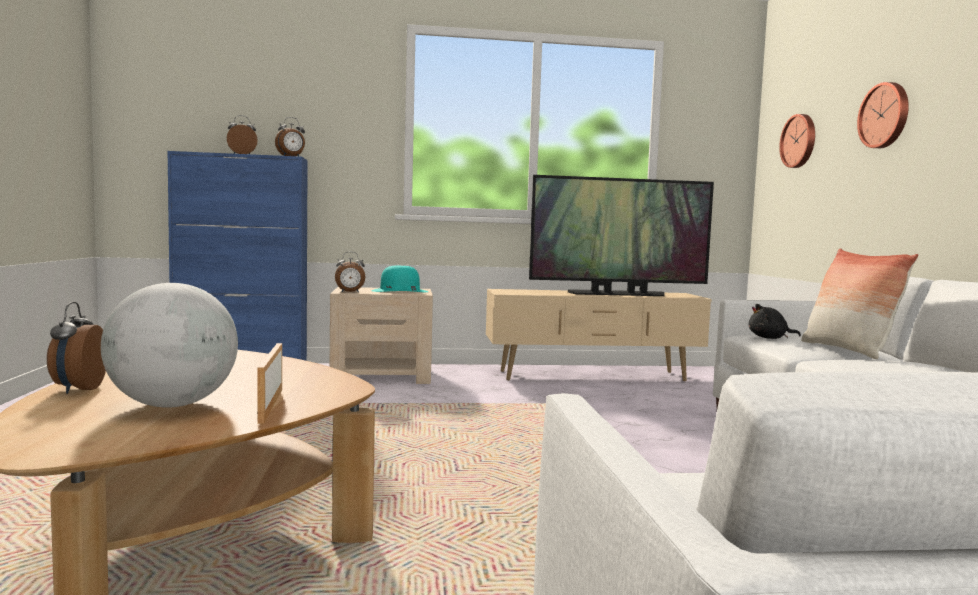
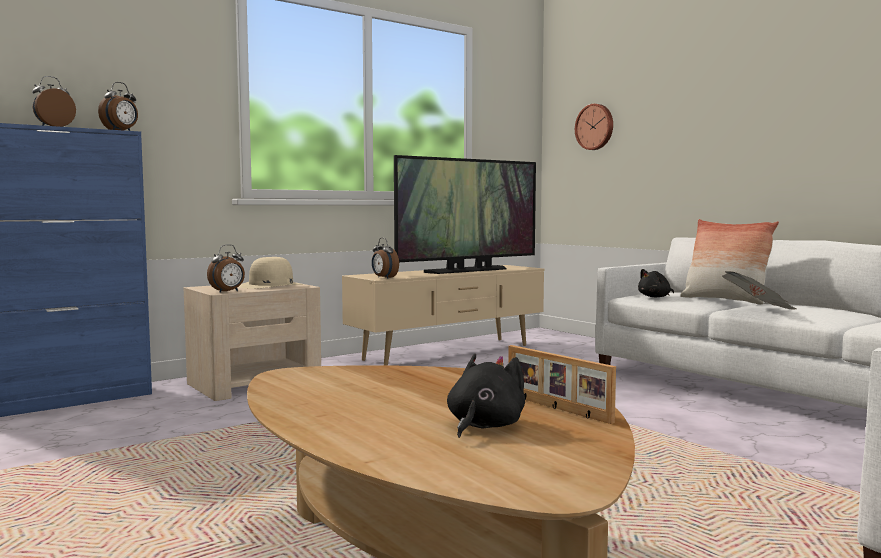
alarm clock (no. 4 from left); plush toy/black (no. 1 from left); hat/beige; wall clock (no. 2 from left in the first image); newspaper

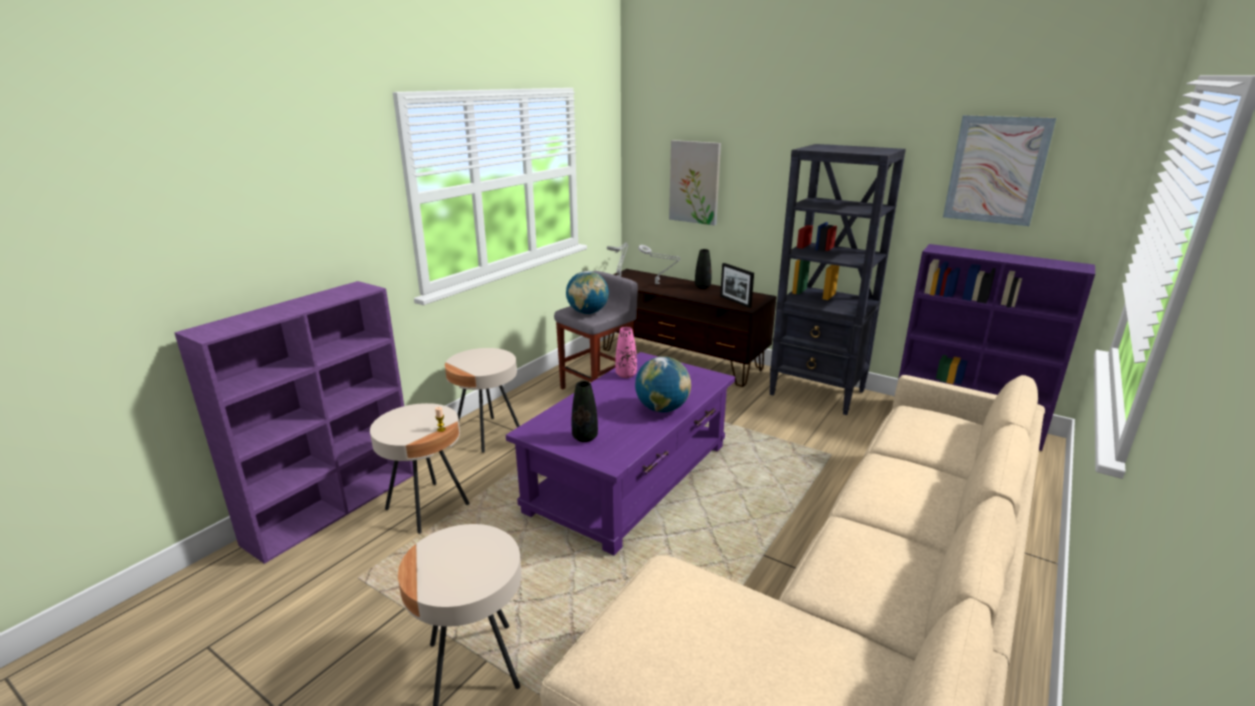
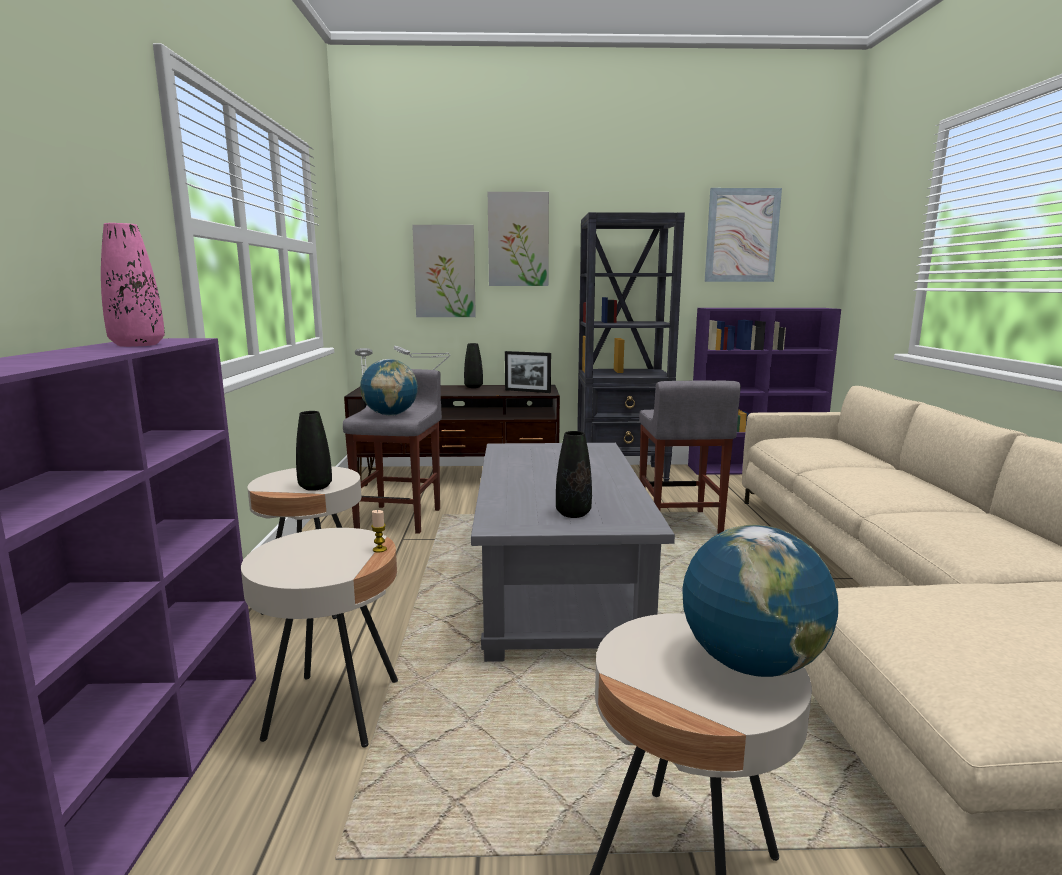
coffee table/grey; vase/pink; globe (no. 2 from left); vase/black (no. 1 from left); picture (no. 2 from left); stool/grey (no. 2 from left)

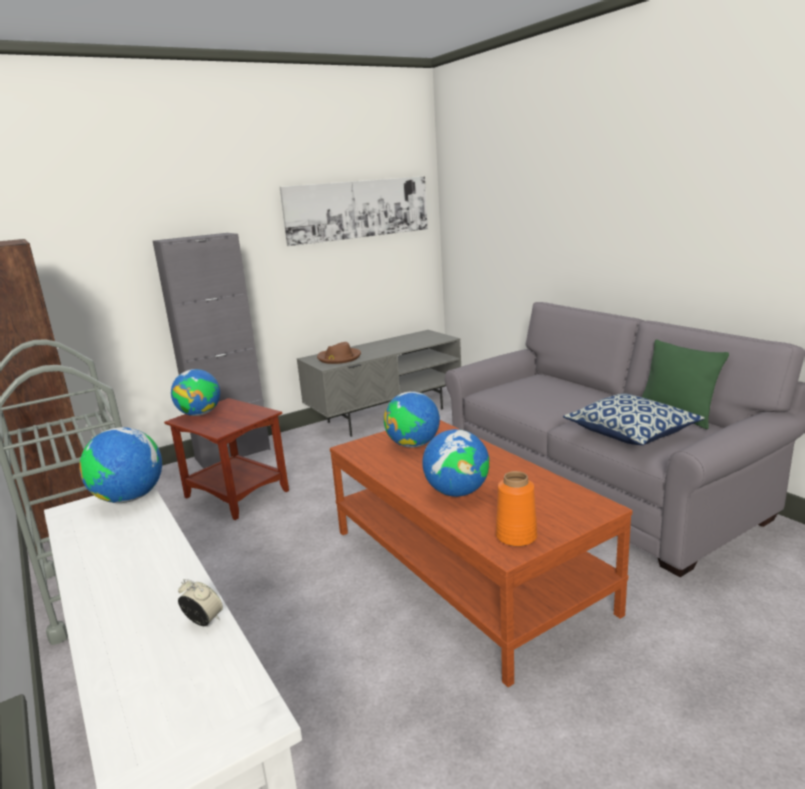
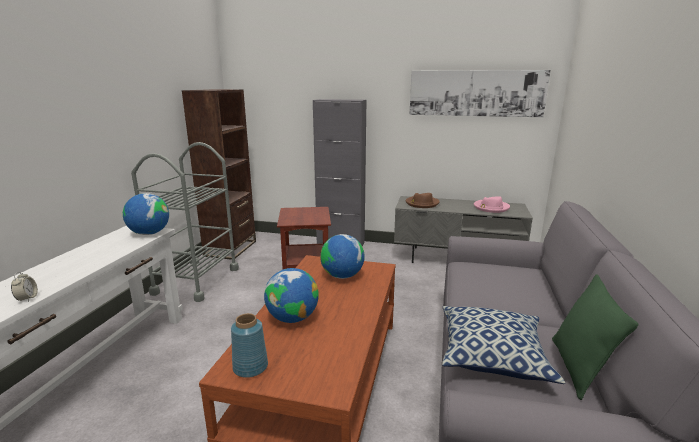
globe (no. 2 from left in the first image); vase/blue; hat/pink

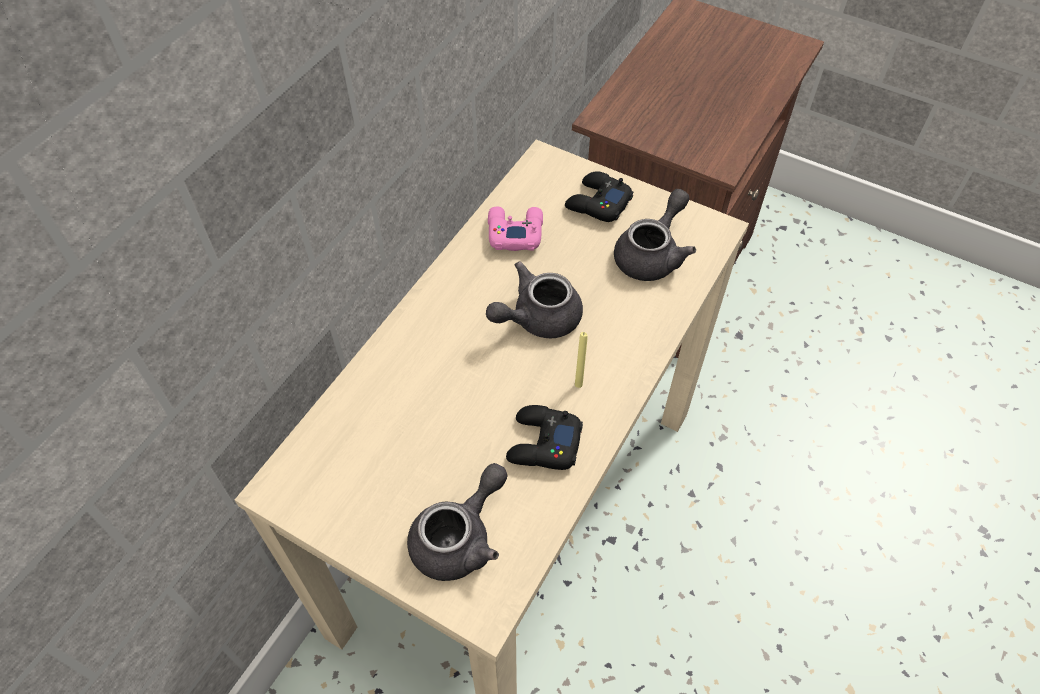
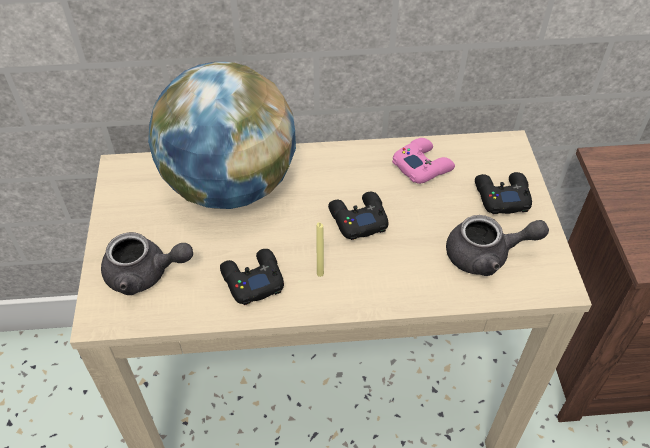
game controller/black (no. 2 from left); globe

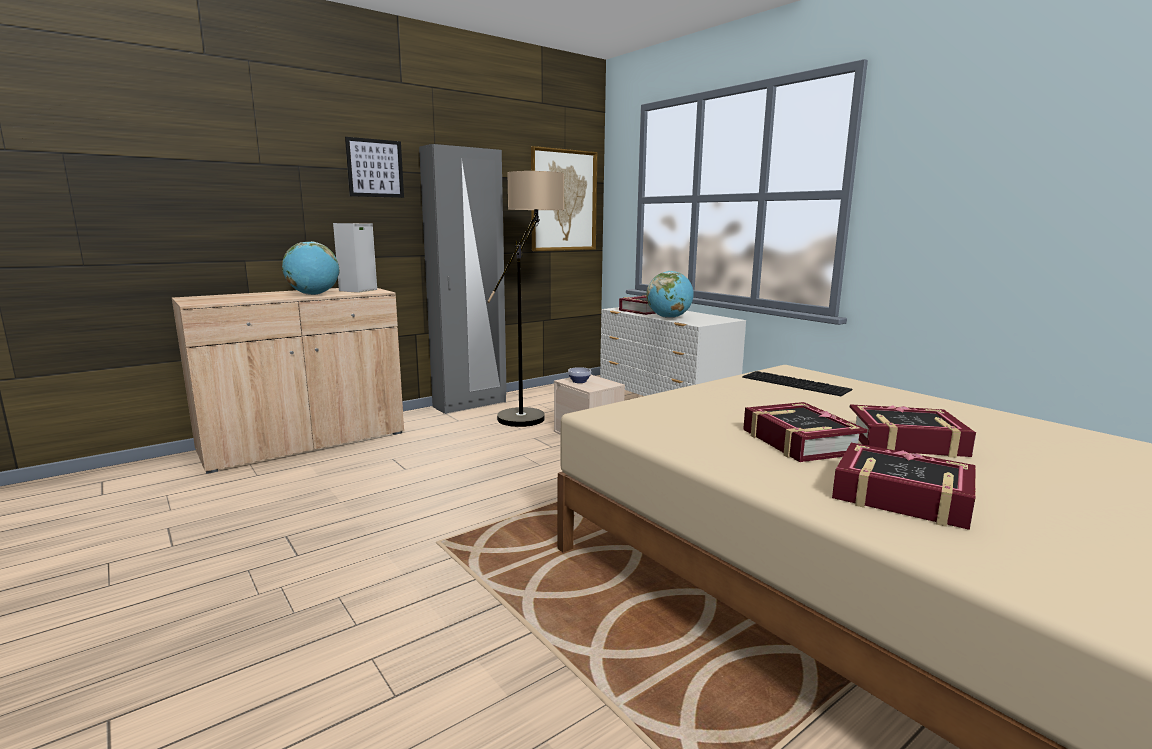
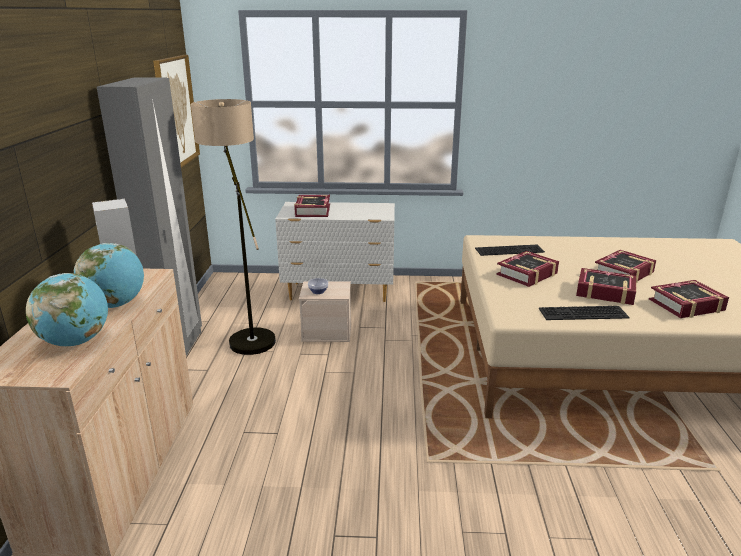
picture (no. 1 from left in the first image); globe (no. 1 from left); book (no. 2 from left); keyboard (no. 2 from left)

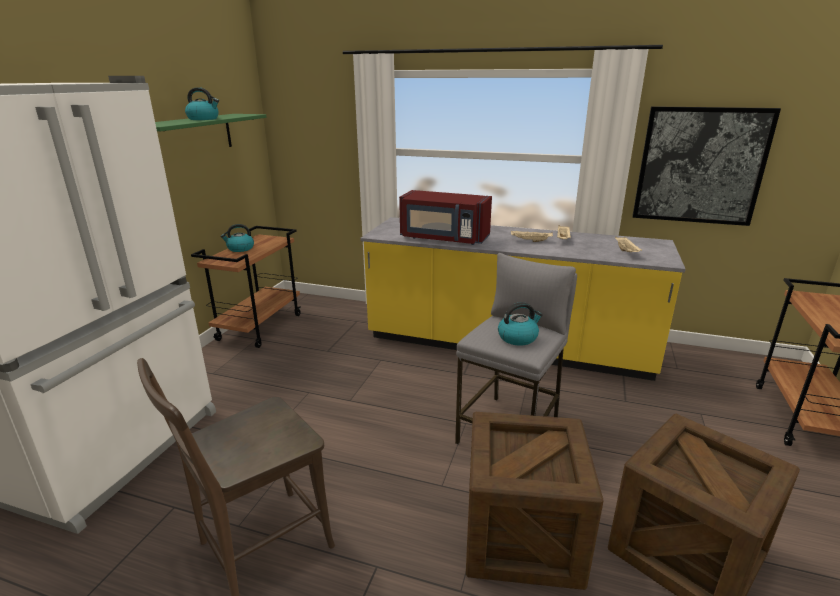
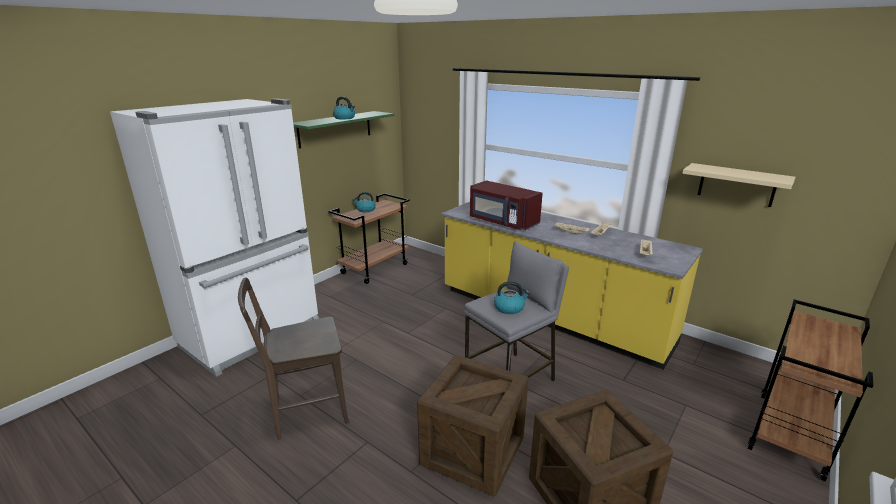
shelf/beige

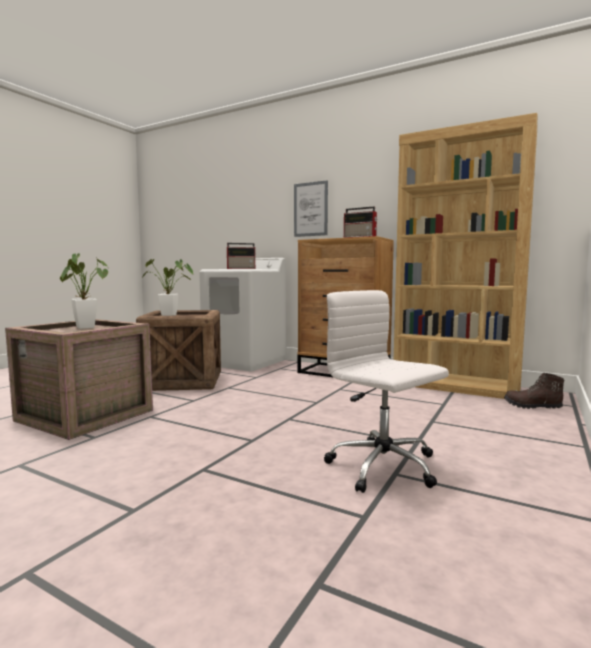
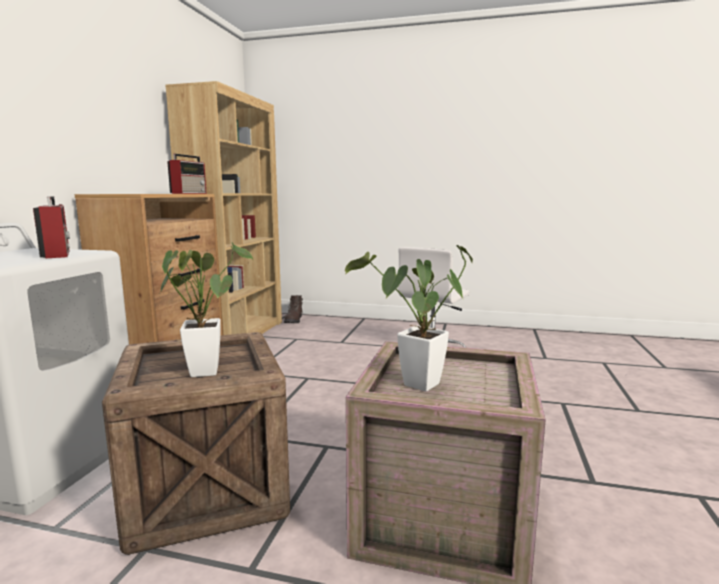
picture

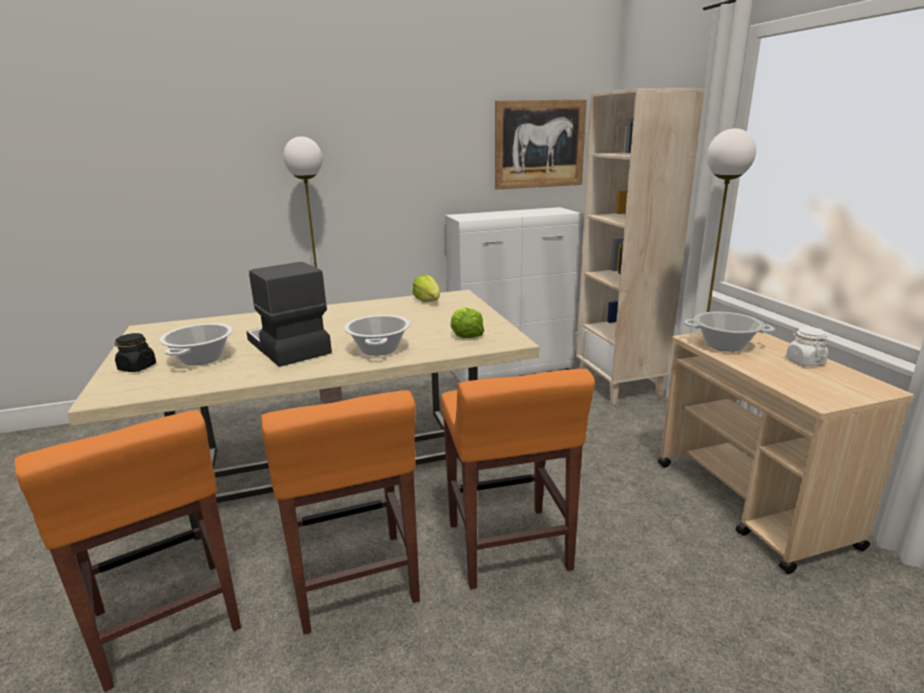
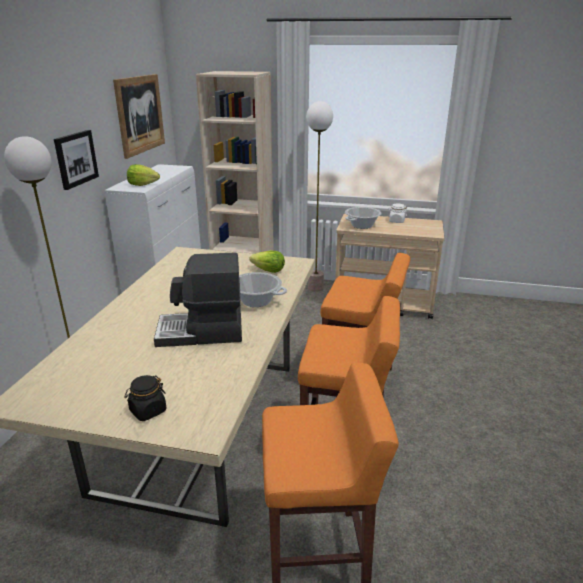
cooking pot (no. 1 from left in the first image); lettuce (no. 1 from left); picture (no. 1 from left)

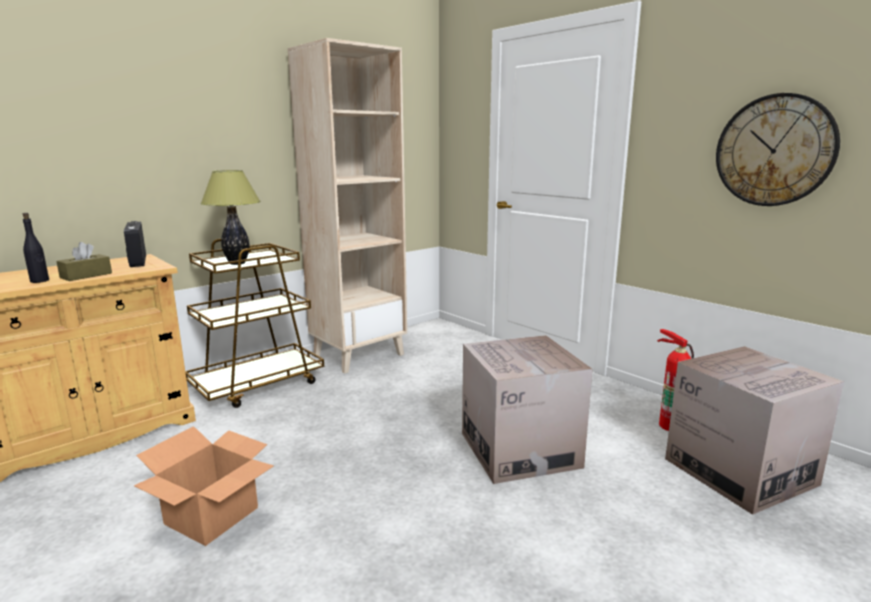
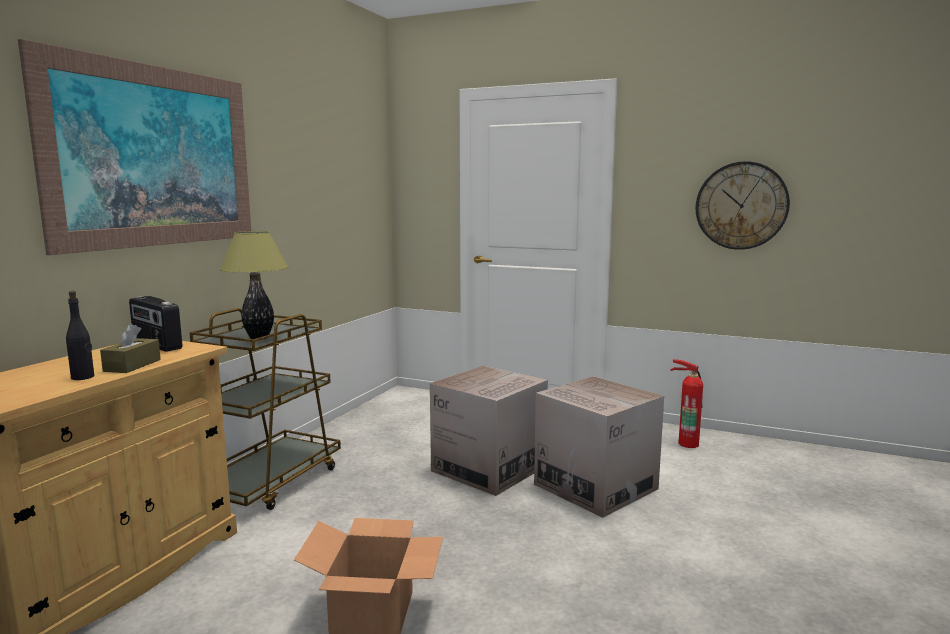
bookcase/beige; cardboard box (no. 2 from left); picture

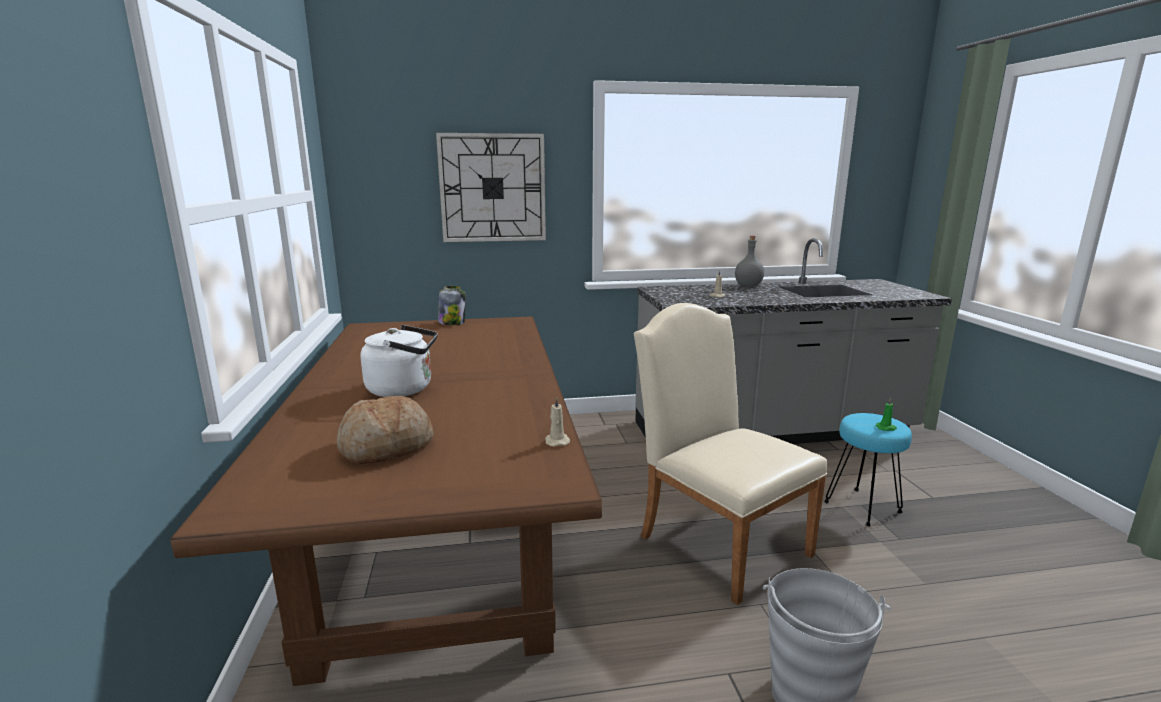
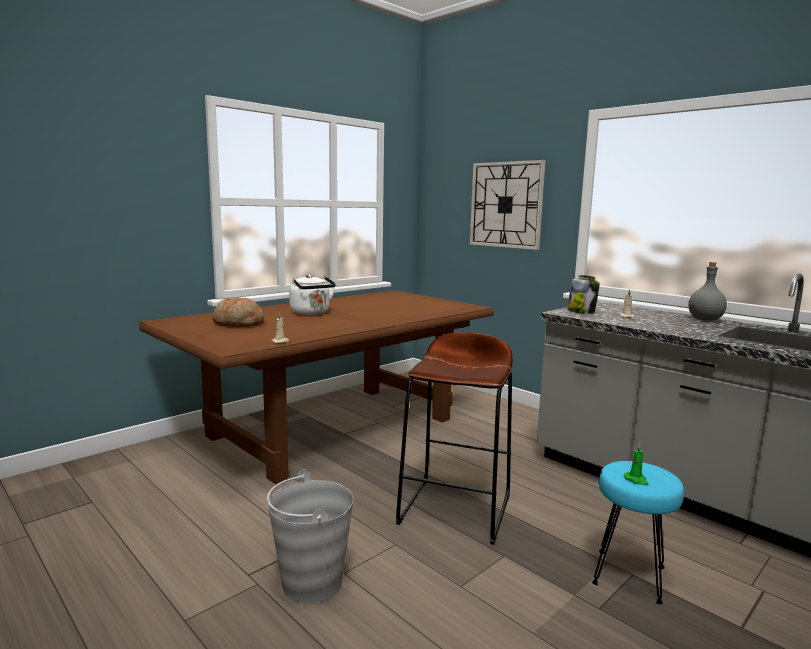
jar; stool/brown

